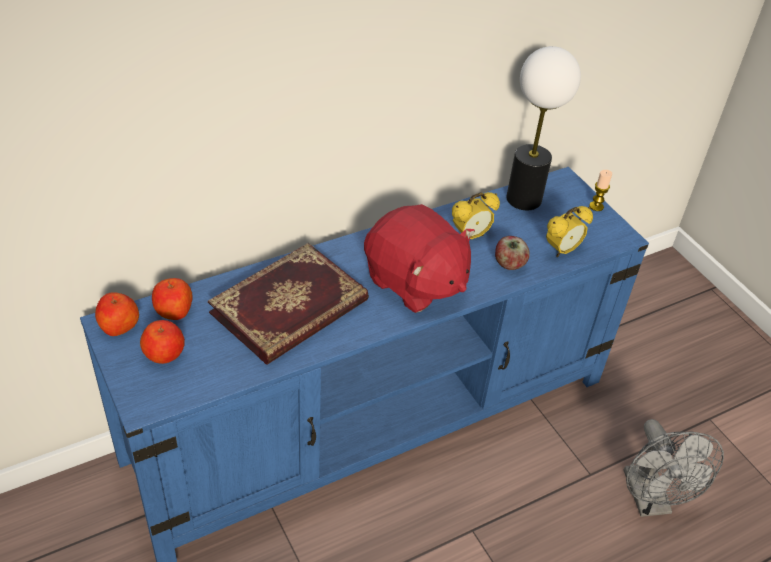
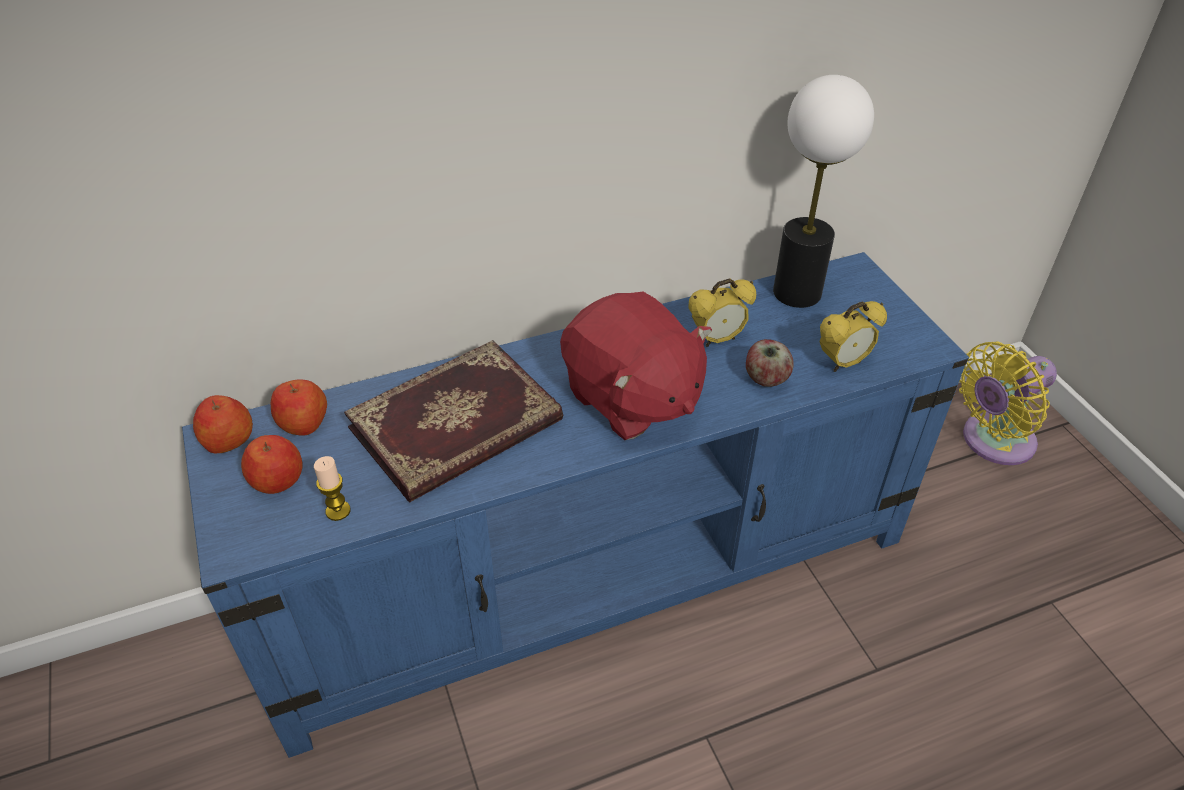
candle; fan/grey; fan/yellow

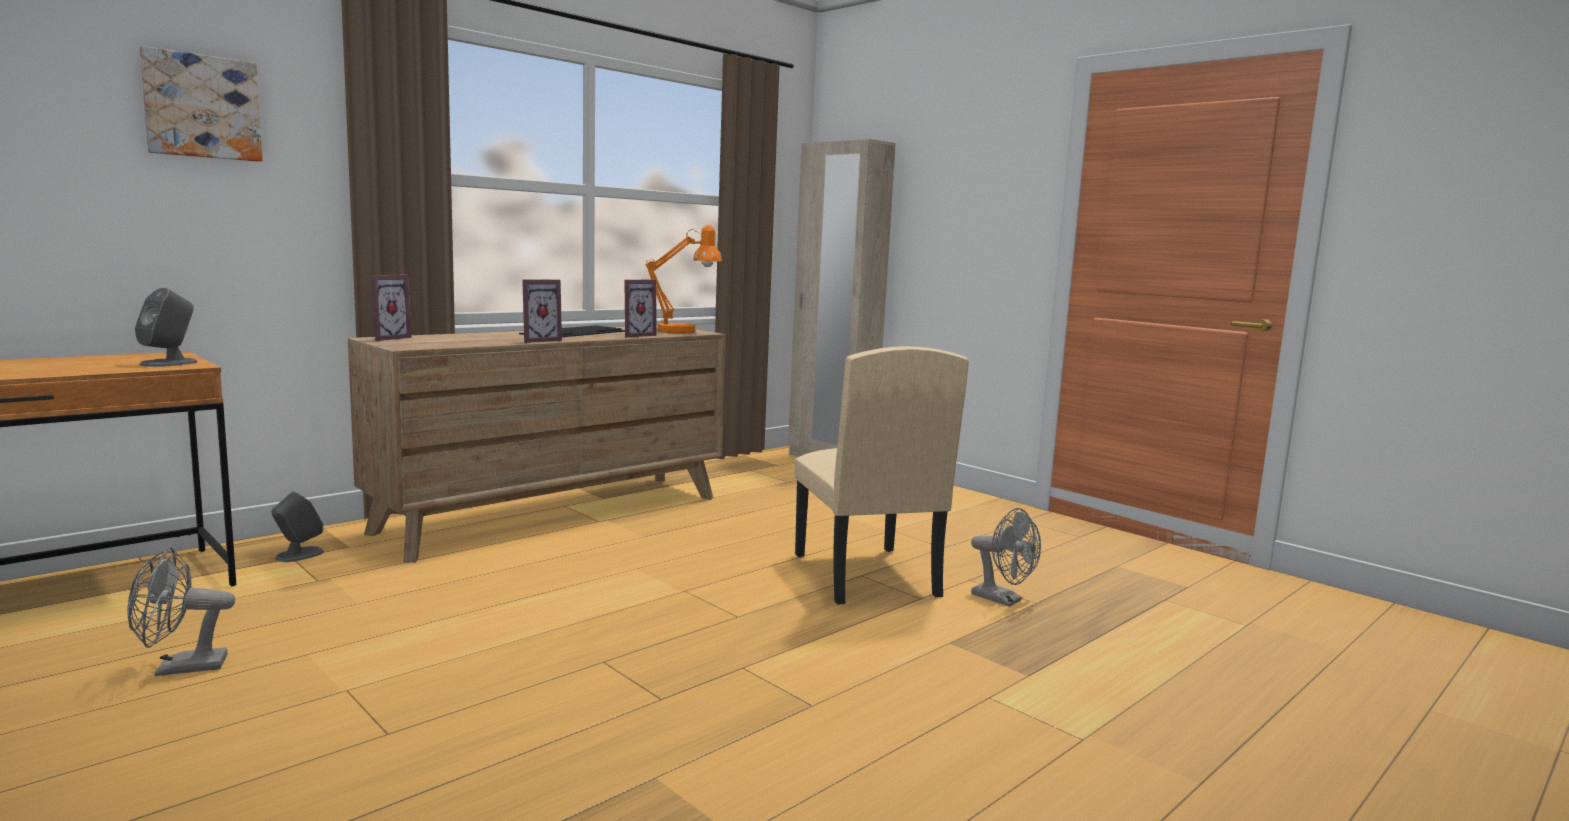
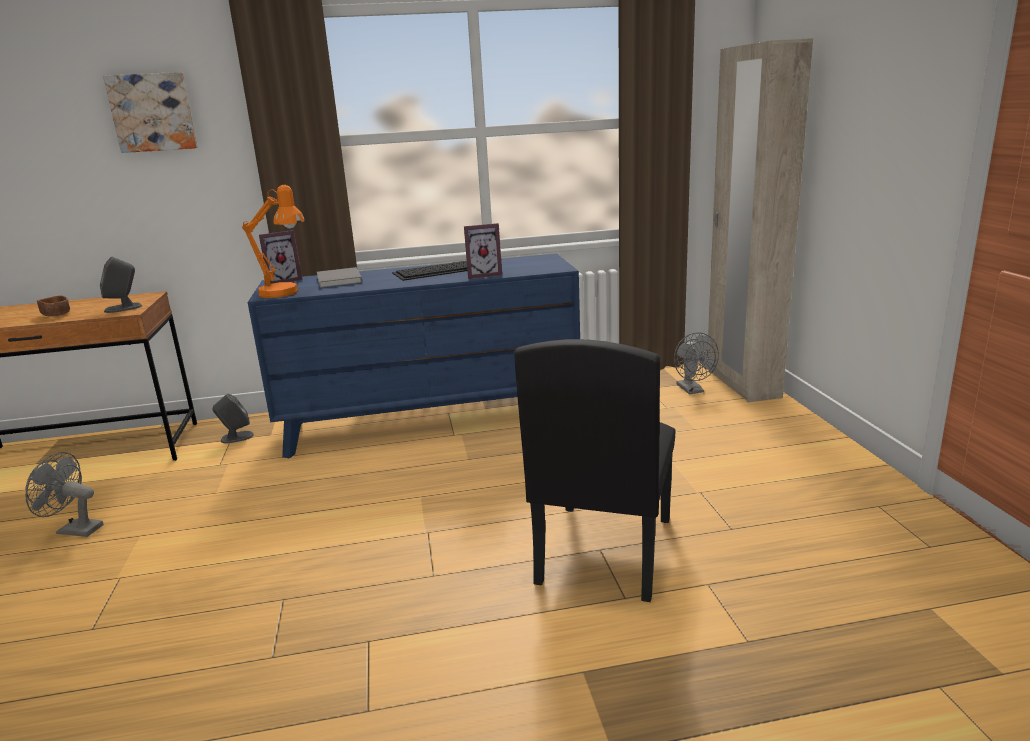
dresser/blue; picture frame (no. 2 from left in the first image); table lamp/orange; chair/black; fan/grey (no. 2 from left); bowl/brown; book/grey

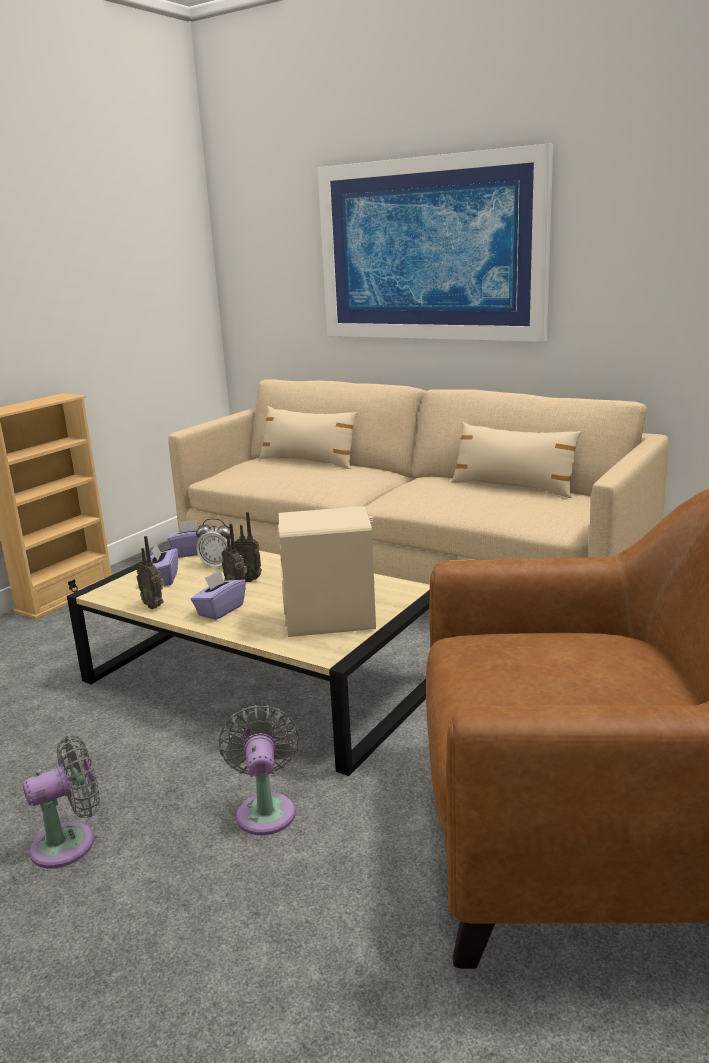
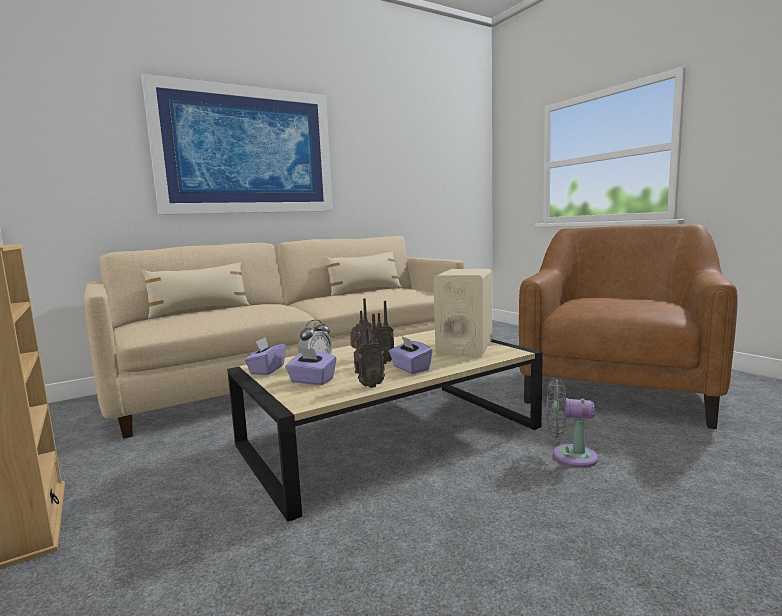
fan/grey (no. 1 from left in the first image)

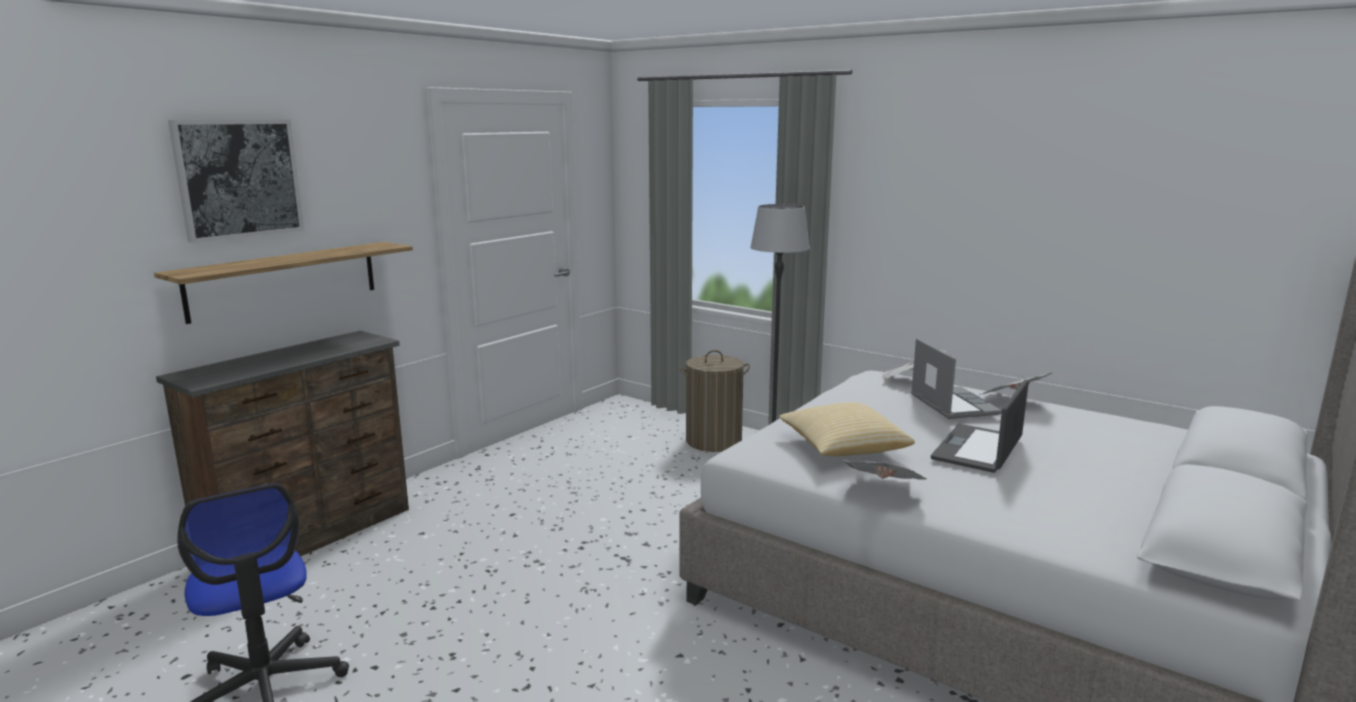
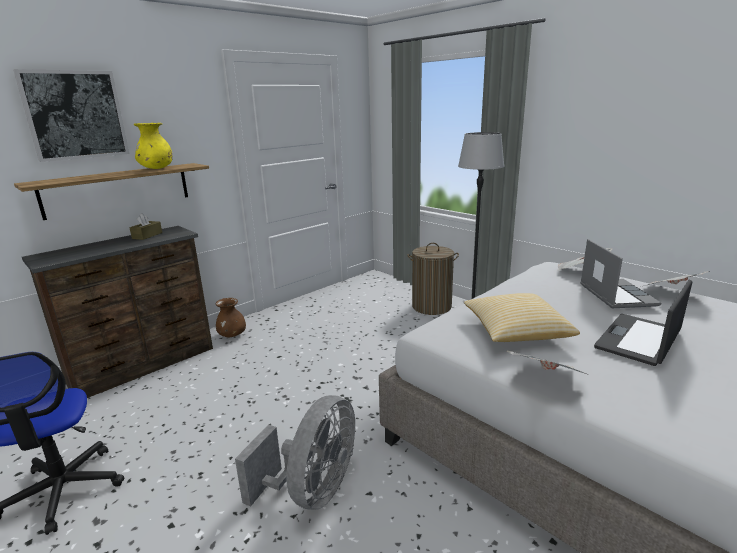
tissue box/brown; vase/yellow; vase/brown; fan/grey

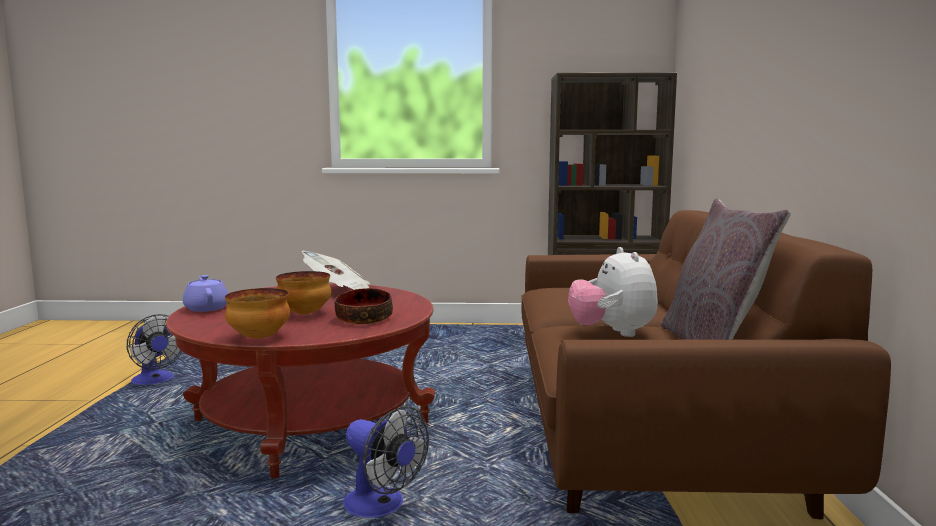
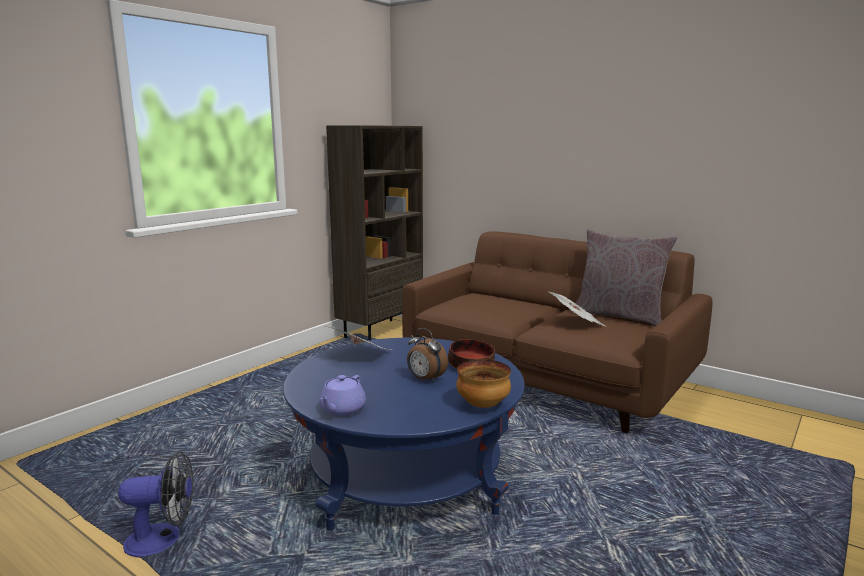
coffee table/blue; teapot/purple; alarm clock; fan (no. 2 from left in the first image); newspaper (no. 2 from left)

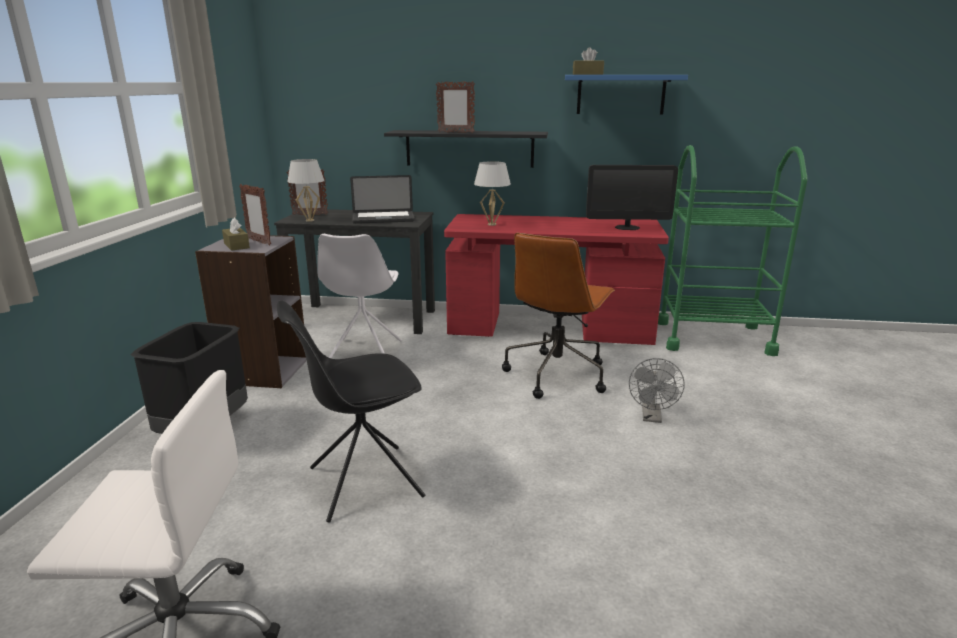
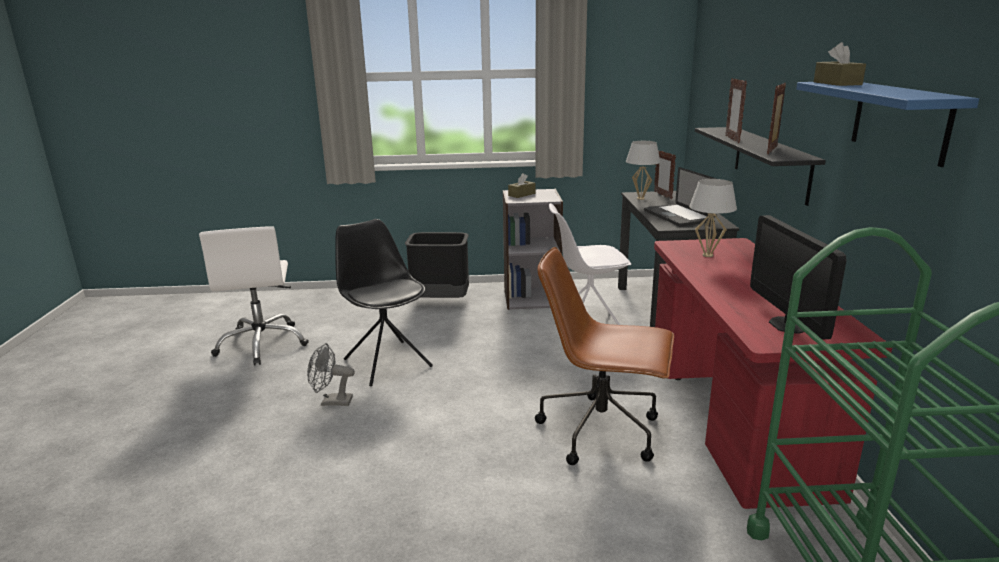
picture frame (no. 3 from left); fan/grey

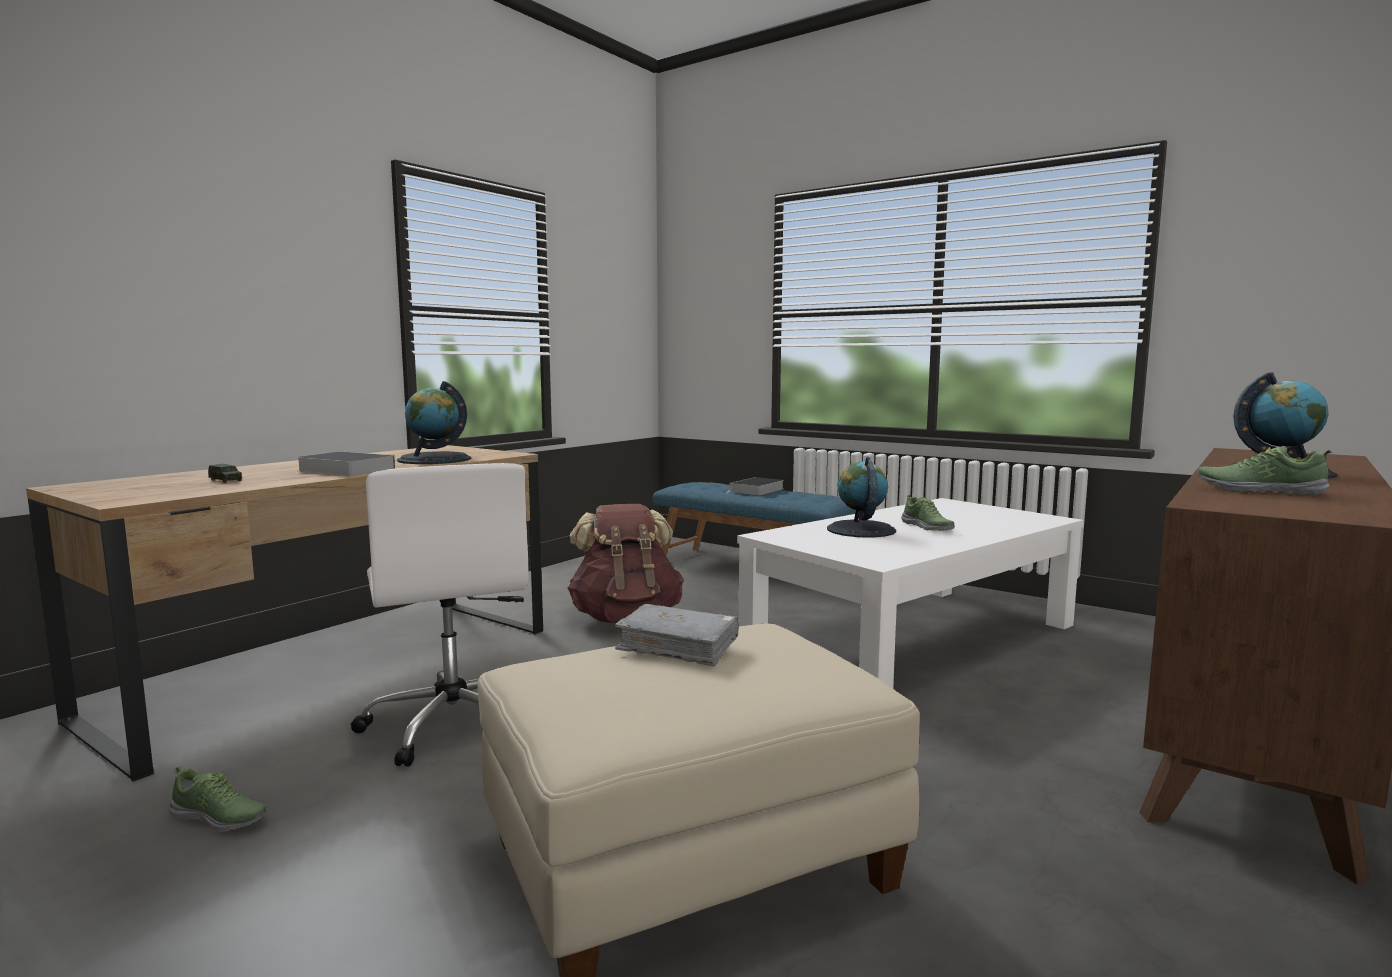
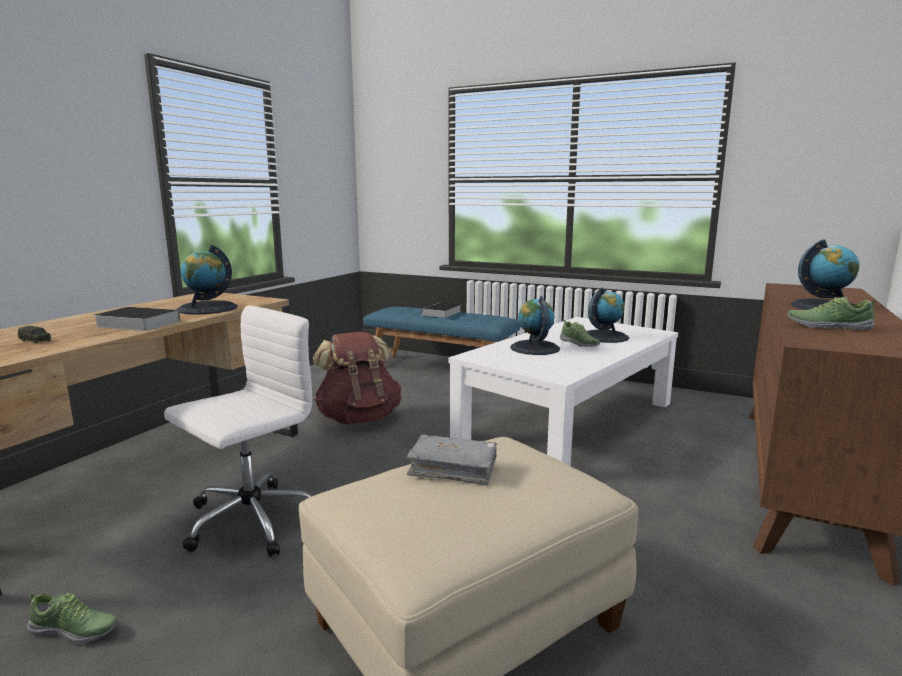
office chair/white; globe (no. 3 from left)

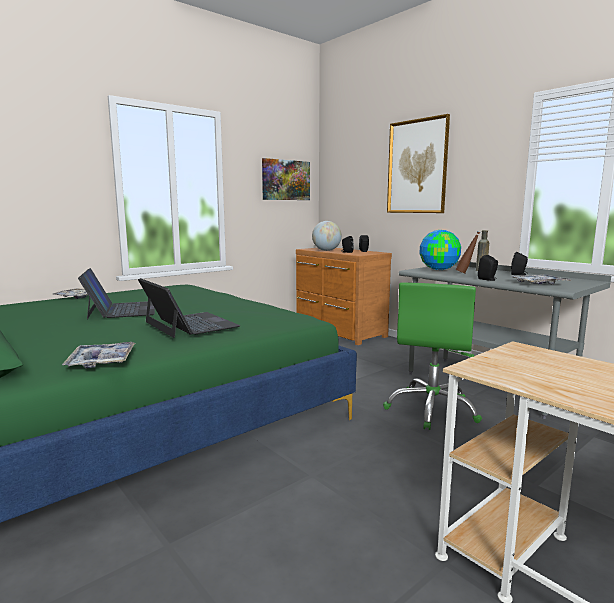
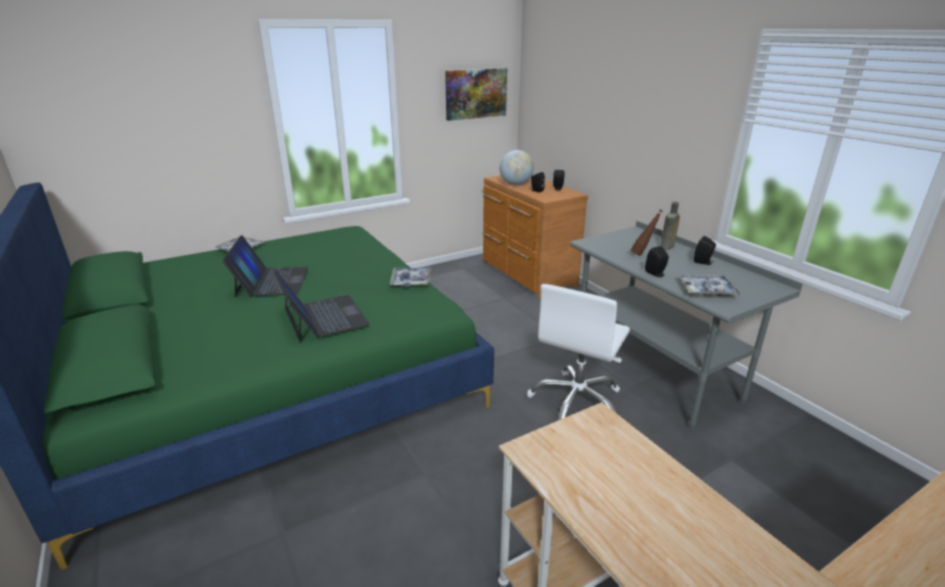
tray (no. 2 from left); office chair/white; picture (no. 2 from left in the first image); globe (no. 2 from left in the first image)

